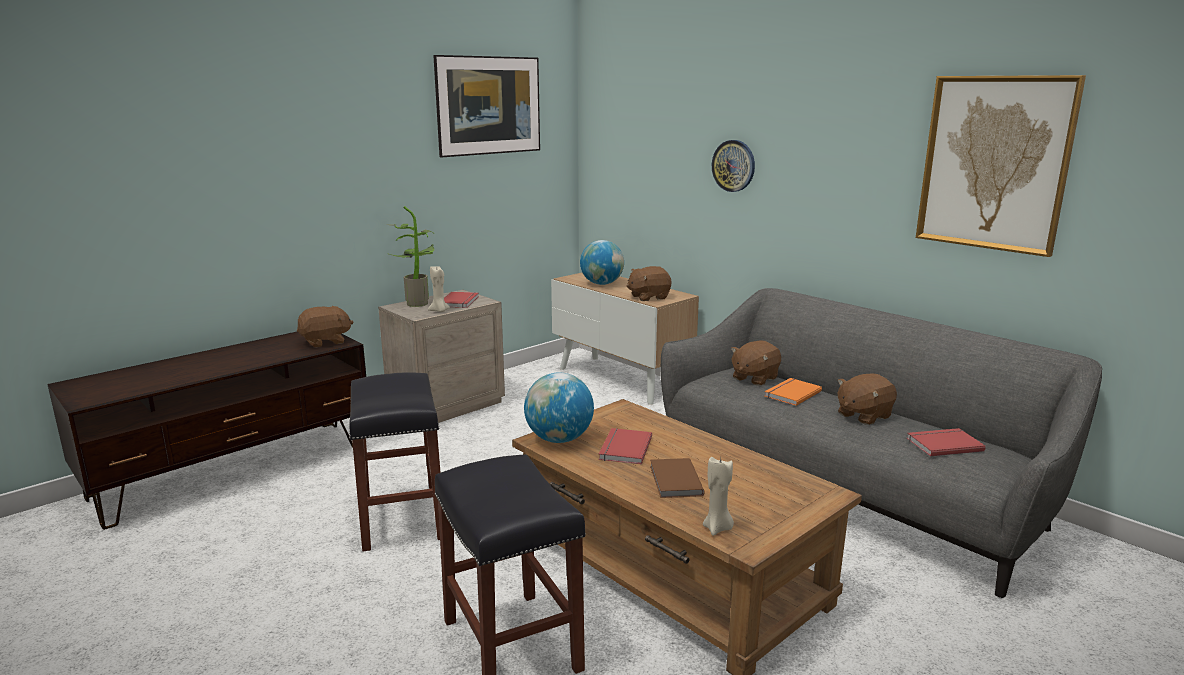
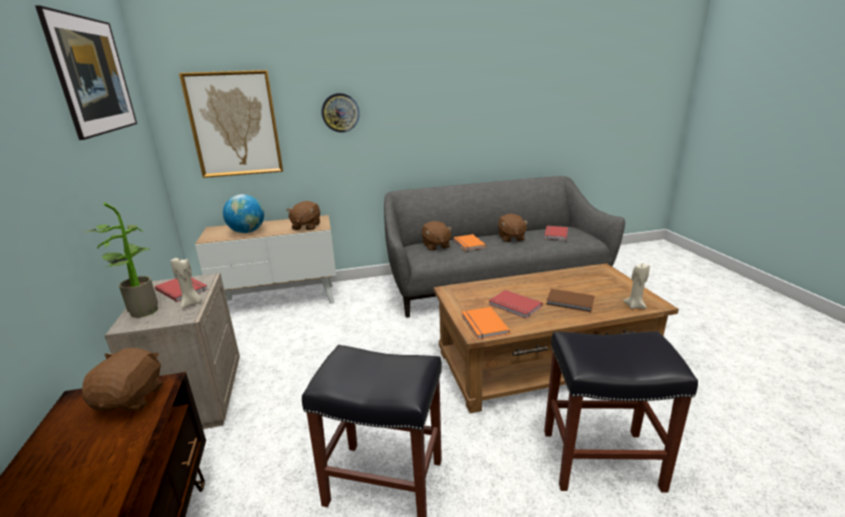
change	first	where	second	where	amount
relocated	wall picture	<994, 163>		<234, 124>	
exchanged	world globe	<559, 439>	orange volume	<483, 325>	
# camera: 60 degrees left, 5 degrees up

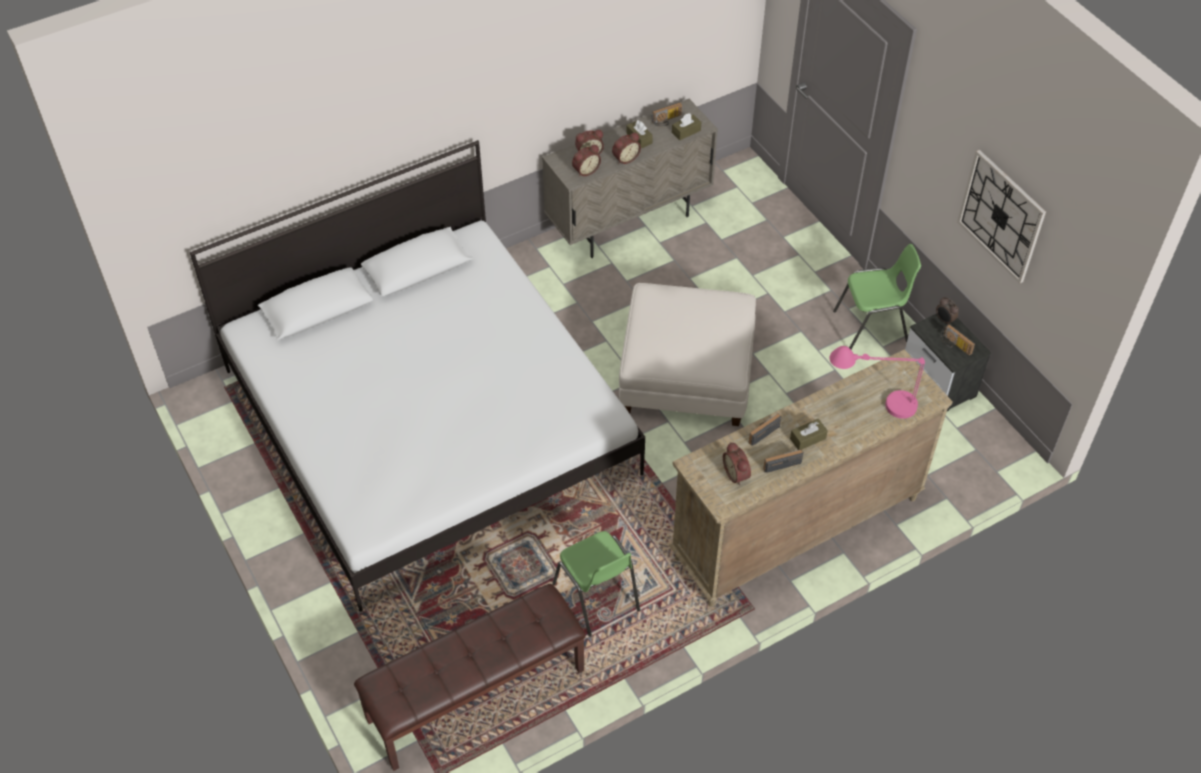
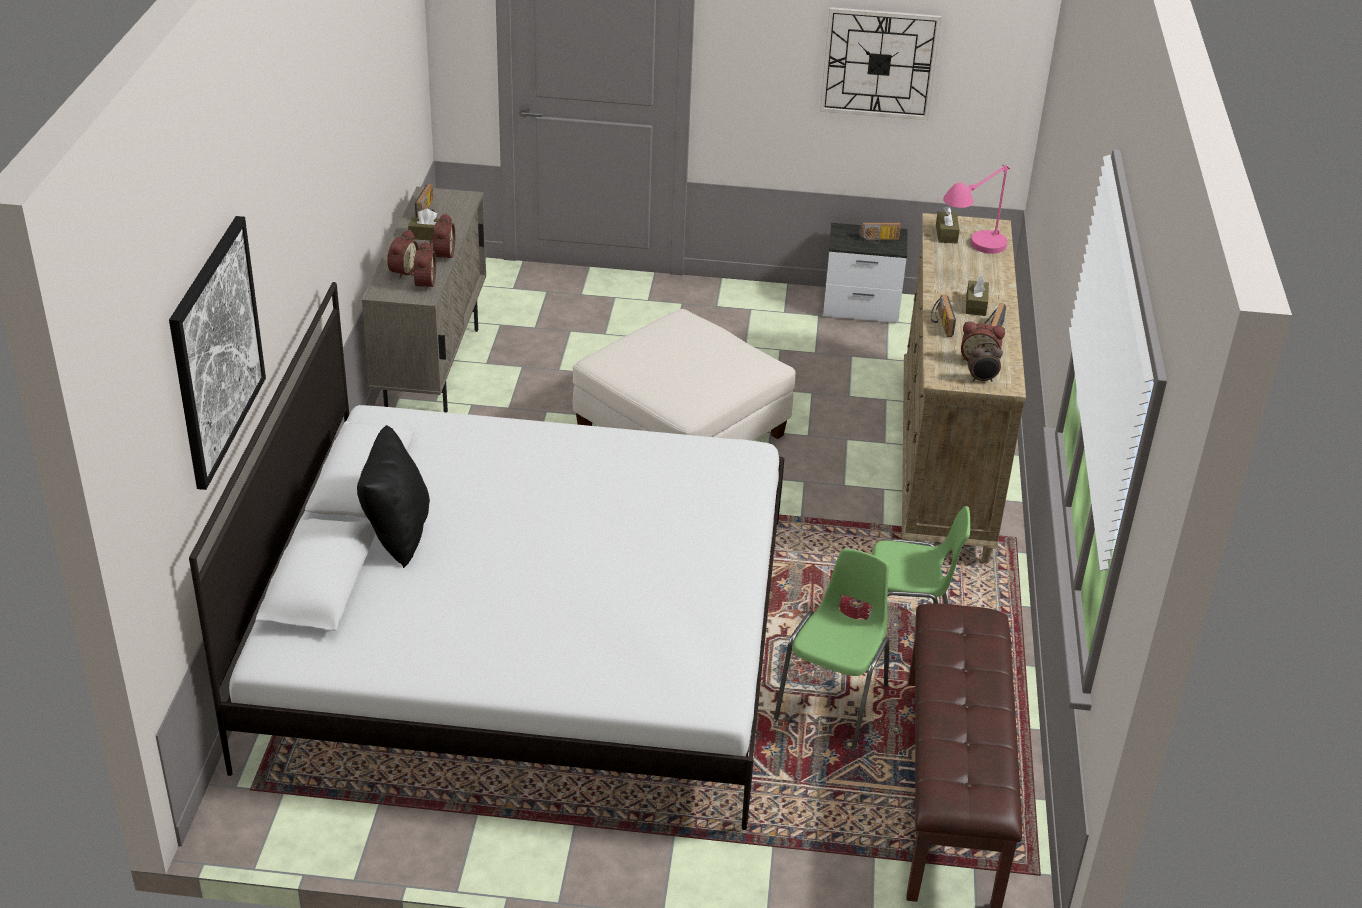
change	first	where	second	where	amount
relocated	brown-coloured box of tissues	<686, 131>		<946, 234>	
relocated	green plain chair	<871, 327>		<834, 702>	
relocated	alarm clock	<944, 320>		<982, 380>	
appeared			wall picture	<216, 350>	
appeared			blackish cushion	<397, 533>	
# camera: 55 degrees left, 15 degrees down

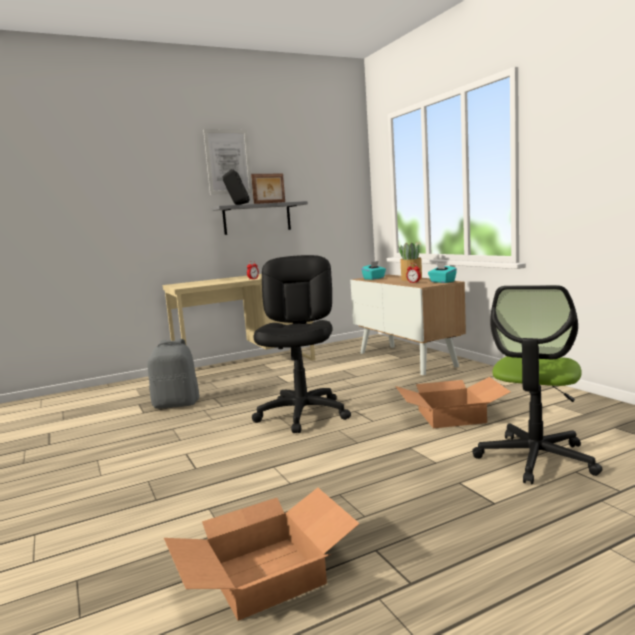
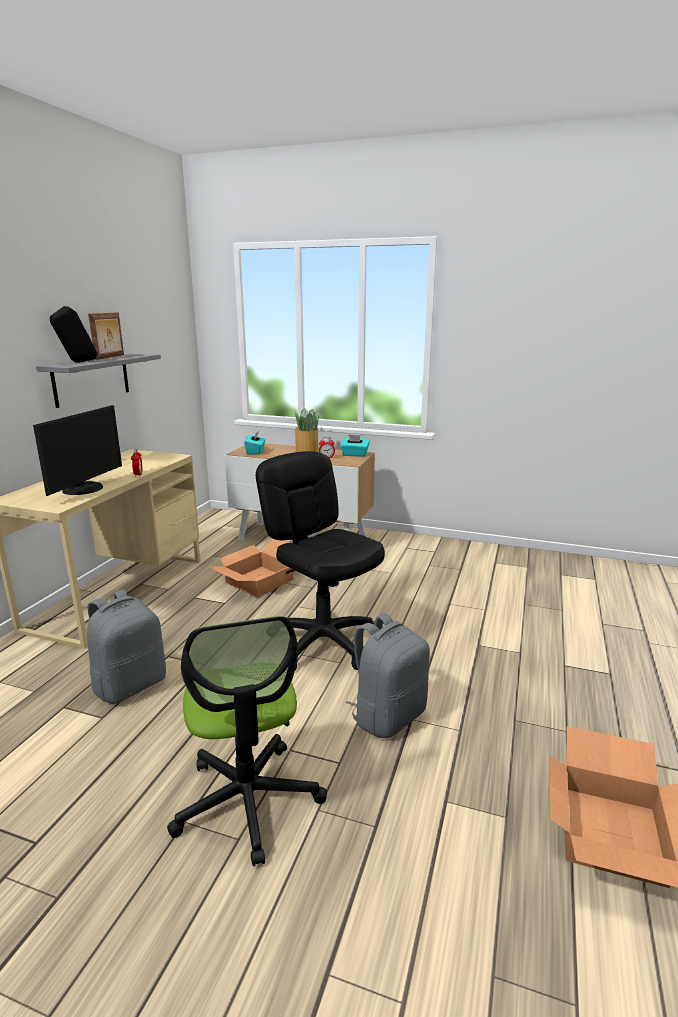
change	first	where	second	where	amount
missing	wall picture	<228, 161>			
relocated	computer chair	<535, 459>		<248, 800>	
relocated	cardboard box	<451, 415>		<259, 580>	
appeared			computer display	<84, 489>	
appeared			greyish knapsack	<388, 716>	
# camera: 45 degrees left, 10 degrees up

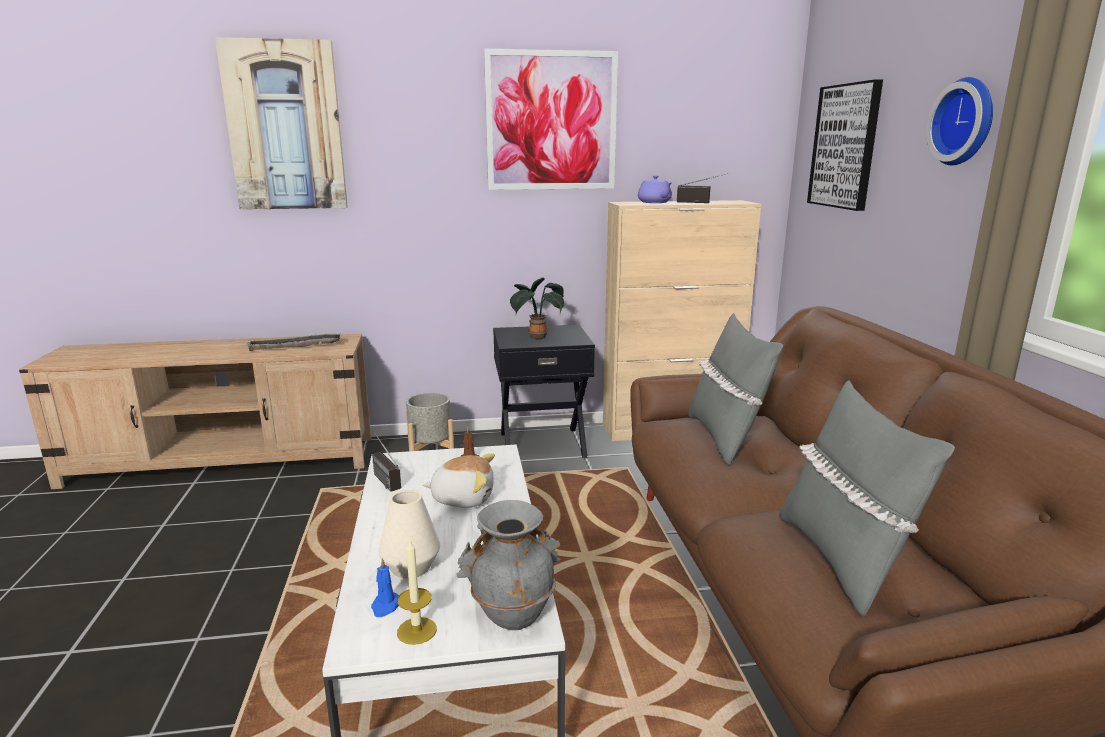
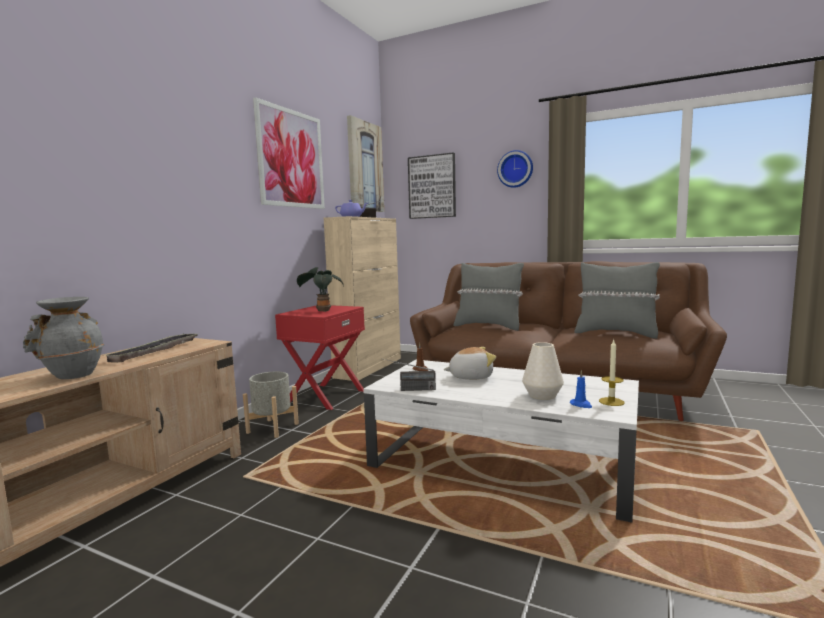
change	first	where	second	where	amount
relocated	wall picture	<285, 127>		<365, 167>	
colour	blackish bedside table	<542, 444>	red bedside table	<325, 396>	
spun	plush toy	<463, 498>		<470, 377>	45 degrees clockwise
relocated	greyish flower vase	<512, 614>		<72, 375>	
# camera: 55 degrees left, 10 degrees down

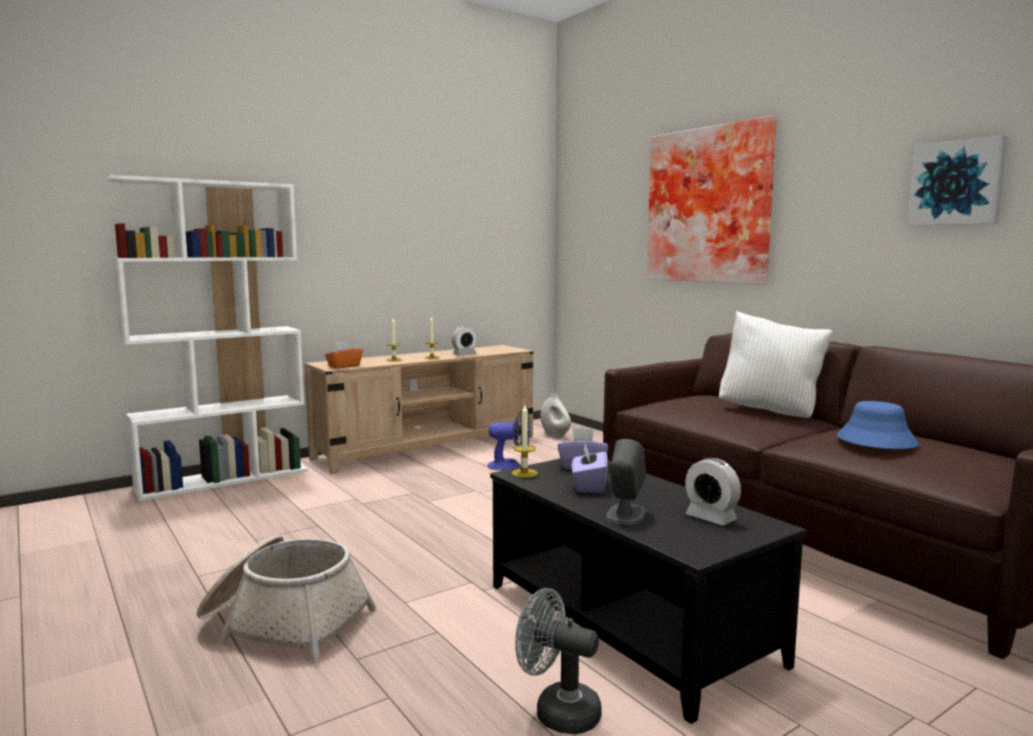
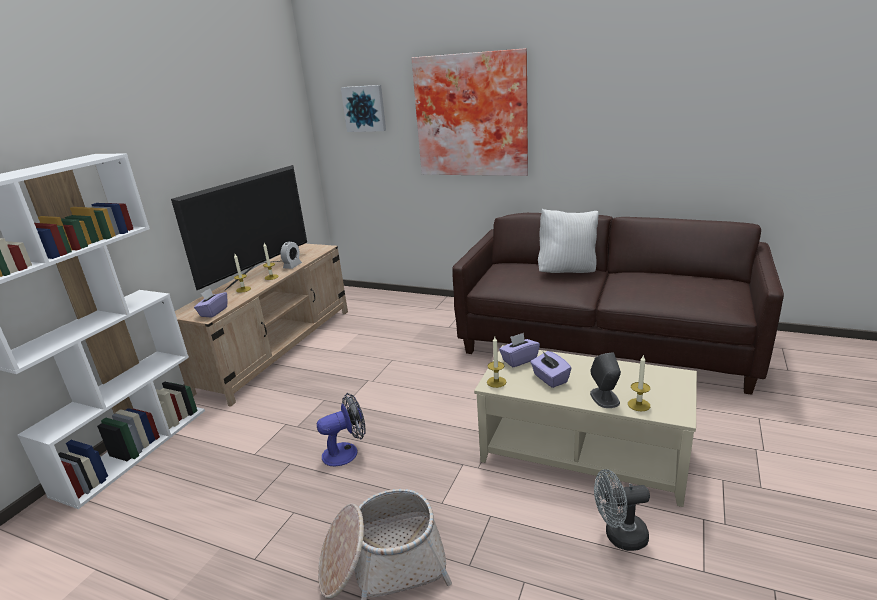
change	first	where	second	where	amount
relocated	wall picture	<957, 183>		<364, 108>	
colour	orange box of tissues	<344, 366>	purple-coloured box of tissues	<213, 312>	
missing	white-coloured flower vase	<555, 435>			
missing	blue wearable hat	<876, 441>			
relocated	electric fan	<510, 466>		<346, 452>	
missing	alarm clock	<711, 518>			
colour	blackish coffee table	<629, 622>	sand-coloured coffee table	<583, 451>	
appeared			TV set	<258, 274>	
appeared			wax candle	<638, 405>	
# camera: 30 degrees left, 15 degrees up

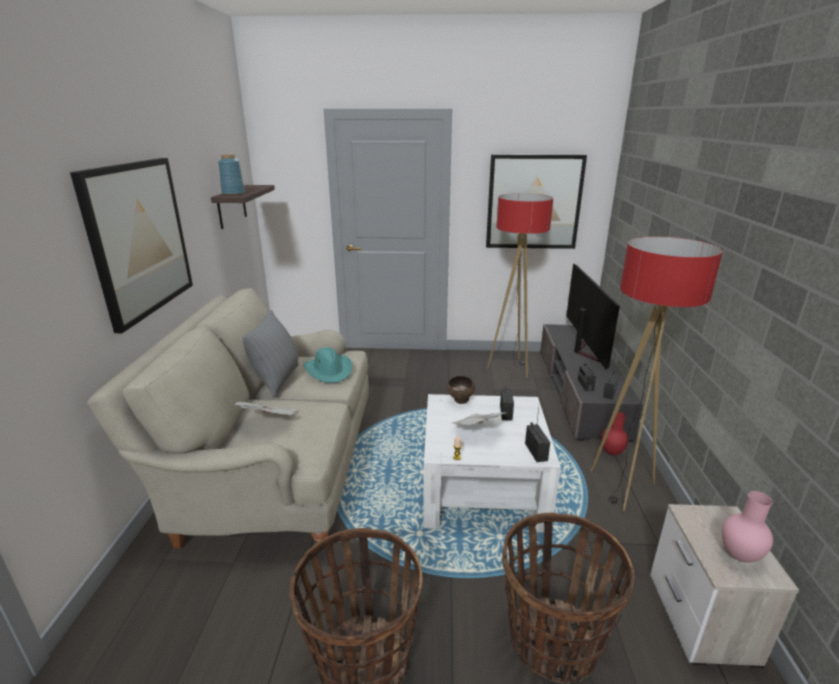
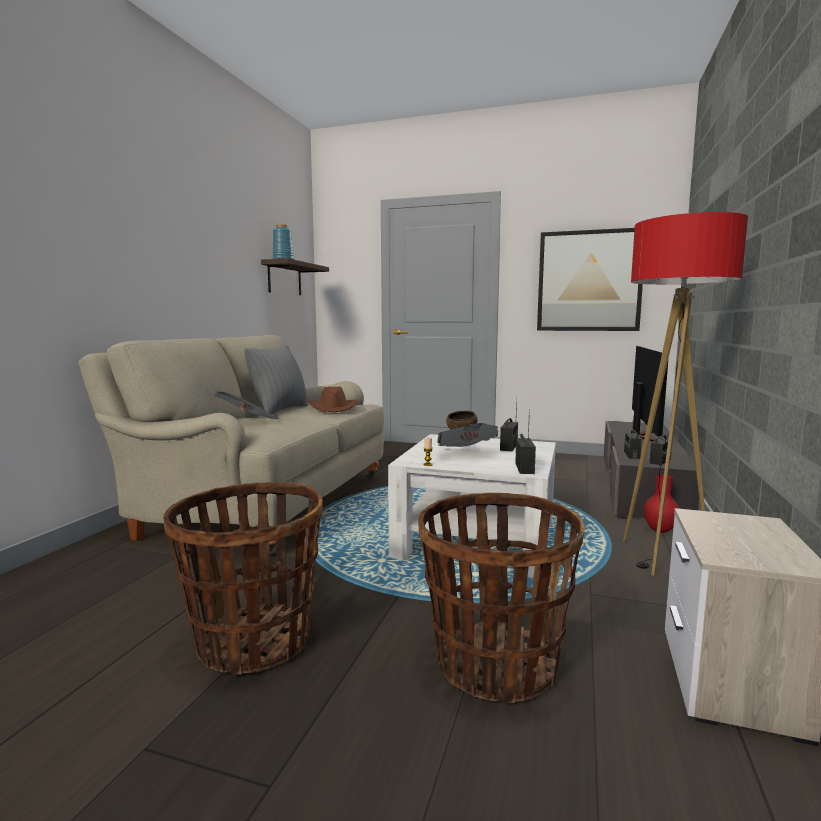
change	first	where	second	where	amount
missing	wall picture	<139, 239>			
missing	floor lamp	<511, 368>			
colour	blue-green wearable hat	<329, 370>	brown-coloured wearable hat	<333, 408>	
missing	pink flower vase	<738, 556>			
# camera: 15 degrees right, 15 degrees down

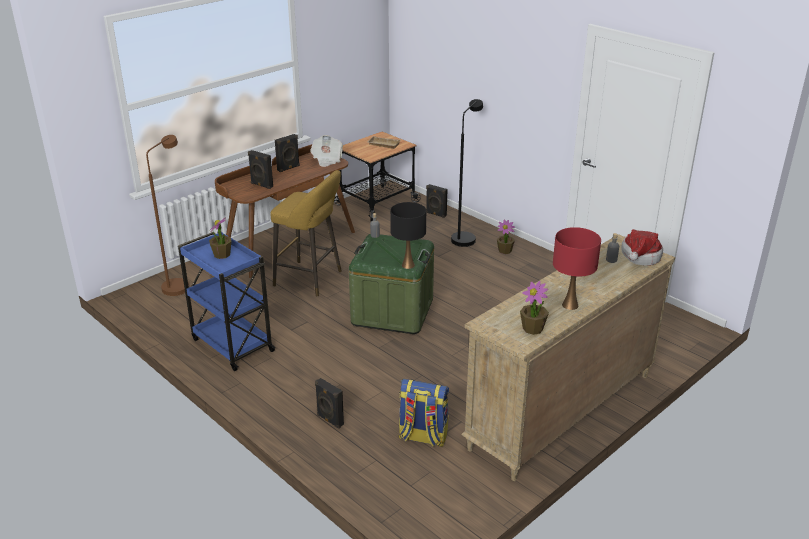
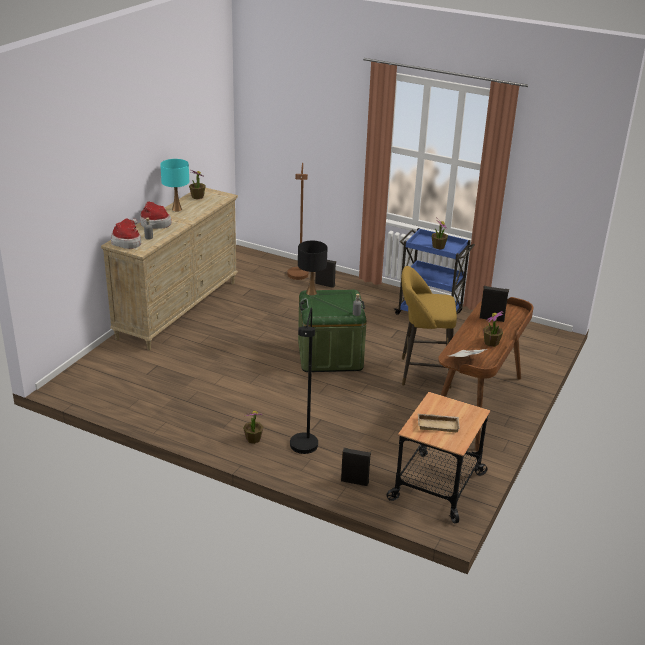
change	first	where	second	where	amount
exchanged	blackish loudspeaker	<288, 168>	plant in a pot	<491, 343>	
relocated	brown-coloured floor lamp	<179, 284>		<298, 277>	
colour	red tabletop lamp	<570, 305>	blue-green tabletop lamp	<177, 209>	
missing	knapsack	<422, 437>			
appeared			wearable hat	<154, 223>	
# camera: 160 degrees right, 0 degrees up

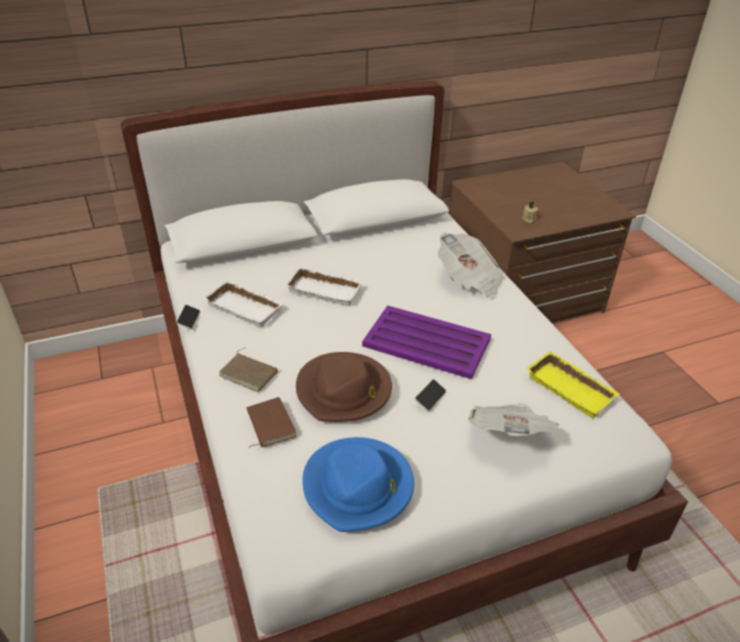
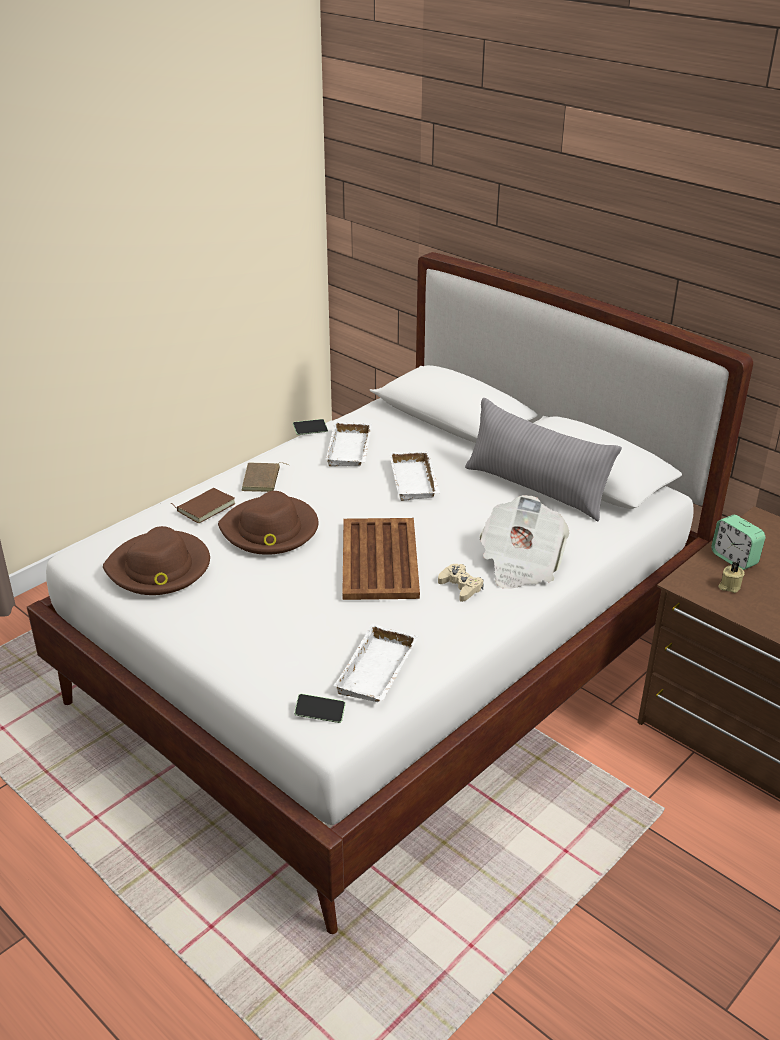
change	first	where	second	where	amount
colour	purple-coloured serving tray	<427, 343>	brown-coloured serving tray	<379, 560>	
colour	yellow-coloured serving tray	<572, 388>	white-coloured serving tray	<379, 672>	
relocated	phone	<430, 399>		<320, 713>	
missing	printed paper	<509, 435>			
colour	blue wearable hat	<358, 486>	brown-coloured wearable hat	<159, 568>	
appeared			greyish cushion	<536, 489>	
appeared			alarm clock	<734, 559>	
appeared			sand-coloured gamepad	<460, 587>	
# camera: 65 degrees right, 5 degrees down

